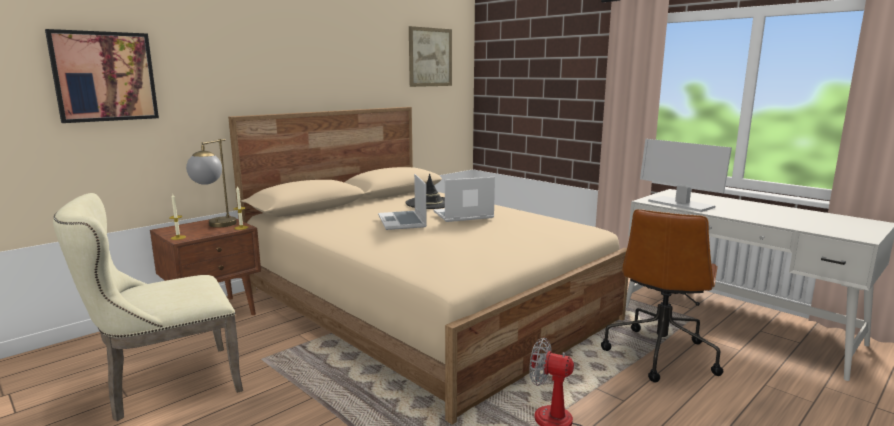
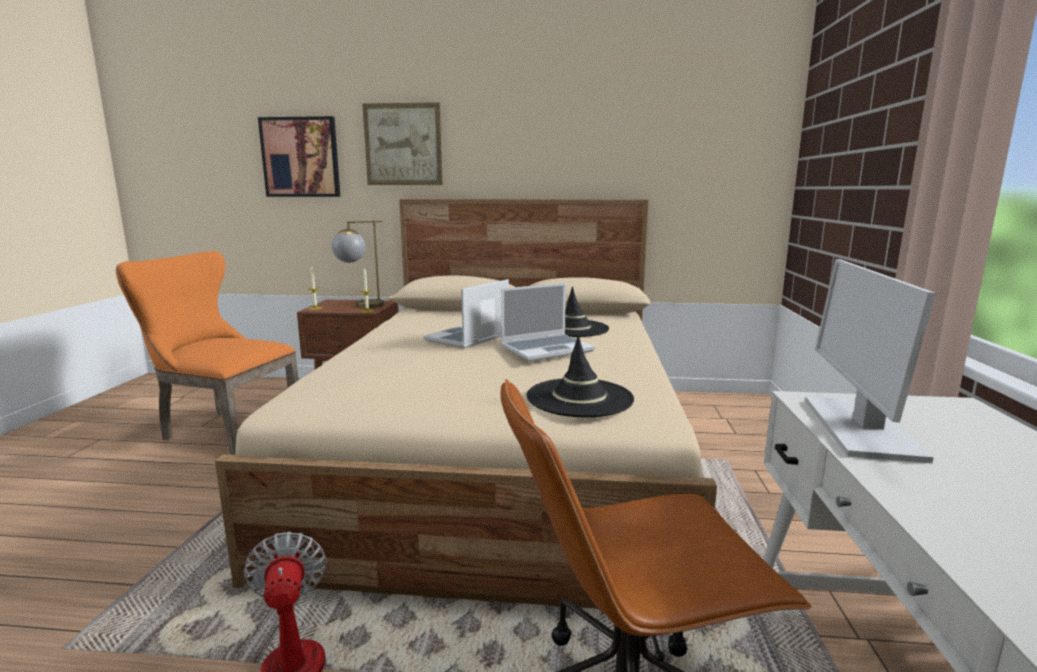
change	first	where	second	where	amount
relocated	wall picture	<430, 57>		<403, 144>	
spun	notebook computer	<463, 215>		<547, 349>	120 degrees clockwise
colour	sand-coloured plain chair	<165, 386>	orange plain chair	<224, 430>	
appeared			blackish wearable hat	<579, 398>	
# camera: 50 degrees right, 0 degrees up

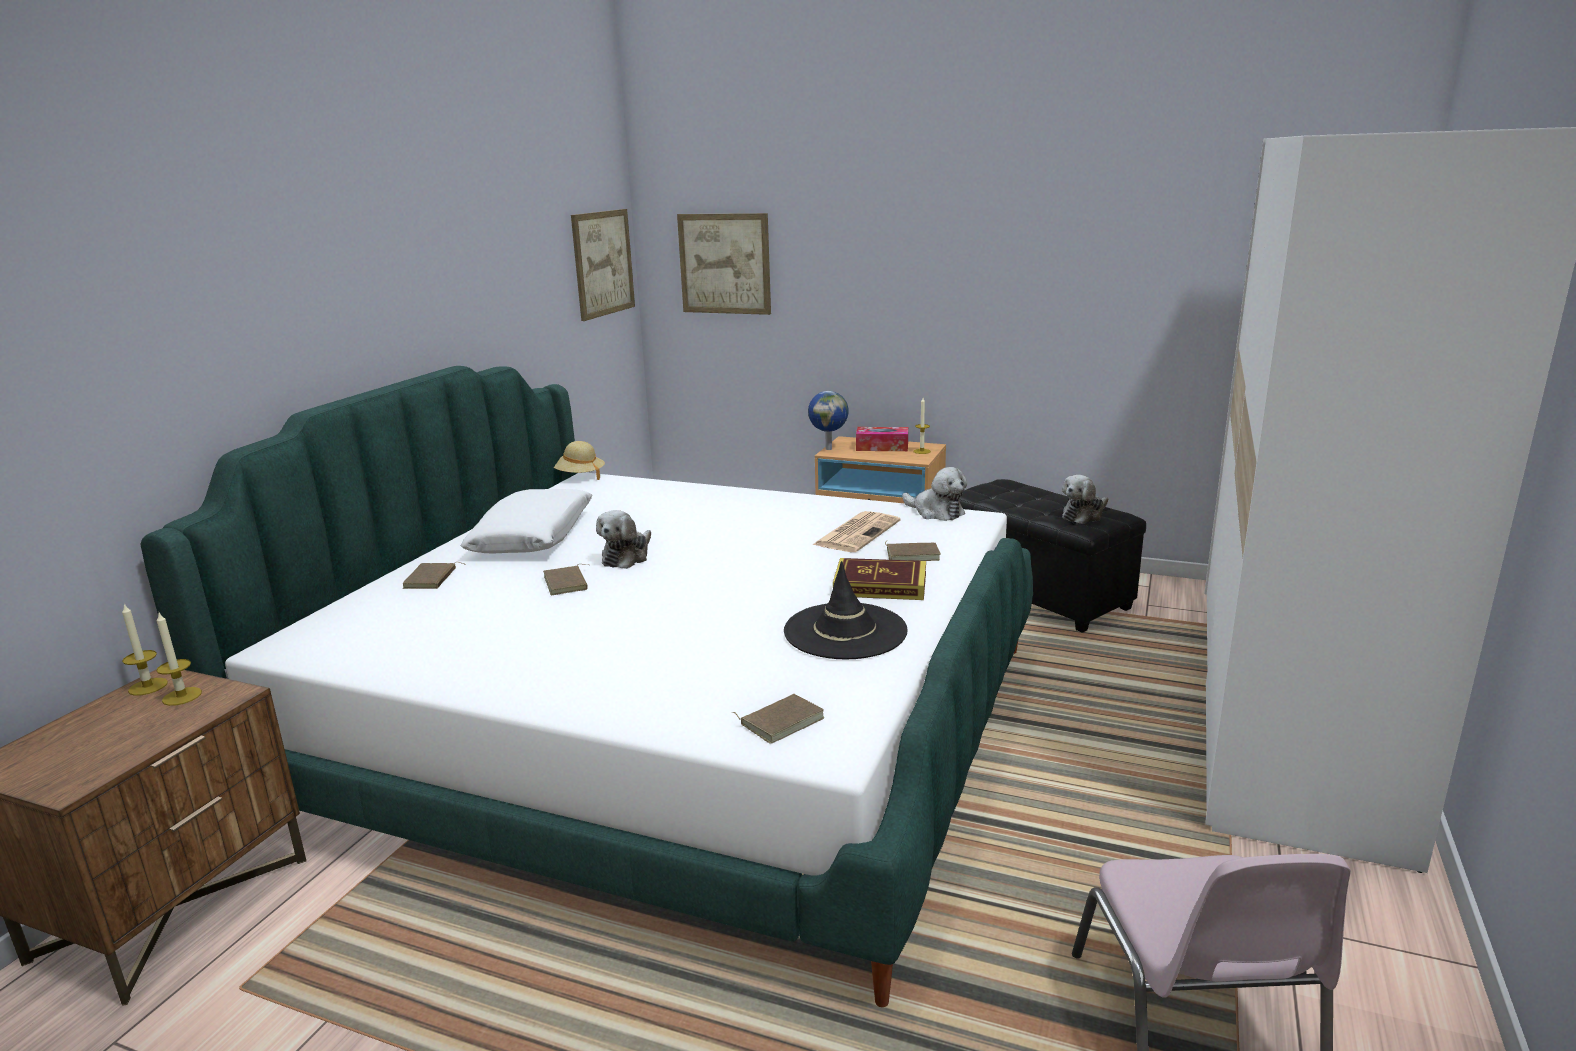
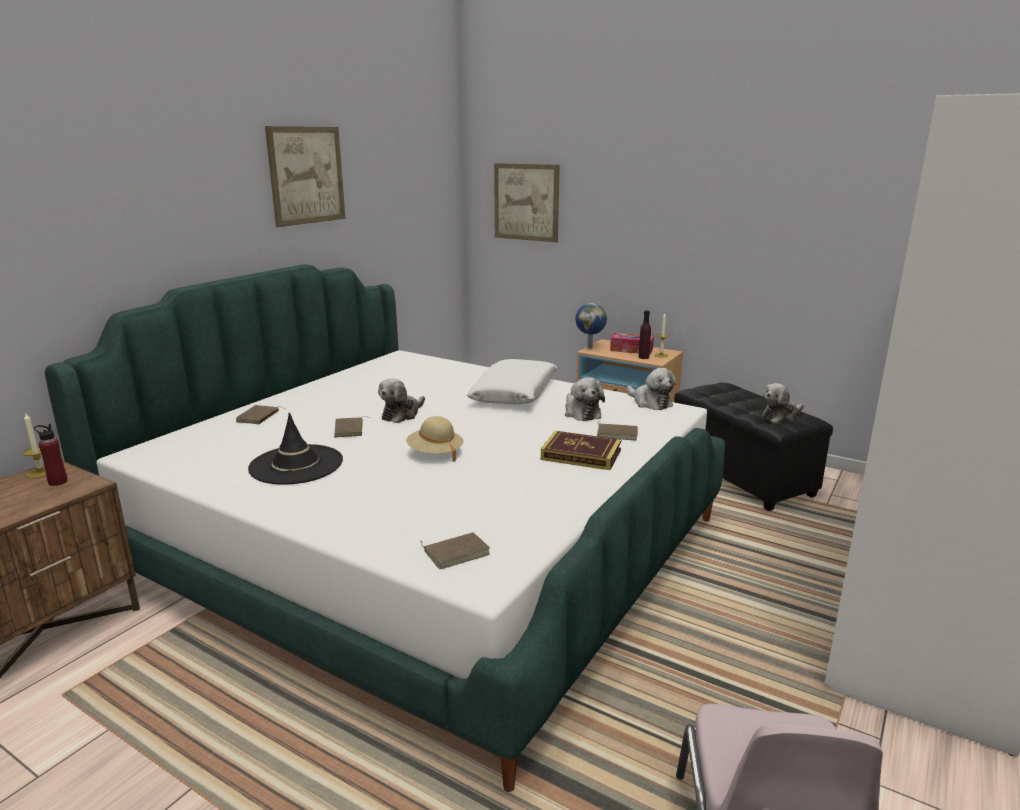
change	first	where	second	where	amount
relocated	wall picture	<603, 263>		<306, 175>	
relocated	sand-coloured wearable hat	<579, 476>		<435, 453>	
relocated	white-coloured cushion	<533, 536>		<514, 393>	
exchanged	printed paper	<857, 533>	plush toy	<581, 413>	
relocated	blackish wearable hat	<845, 632>		<296, 465>	
exchanged	wax candle	<182, 696>	red beverage bottle	<58, 482>	
appeared			purple-coloured beverage bottle	<643, 357>	
# camera: 10 degrees right, 0 degrees up

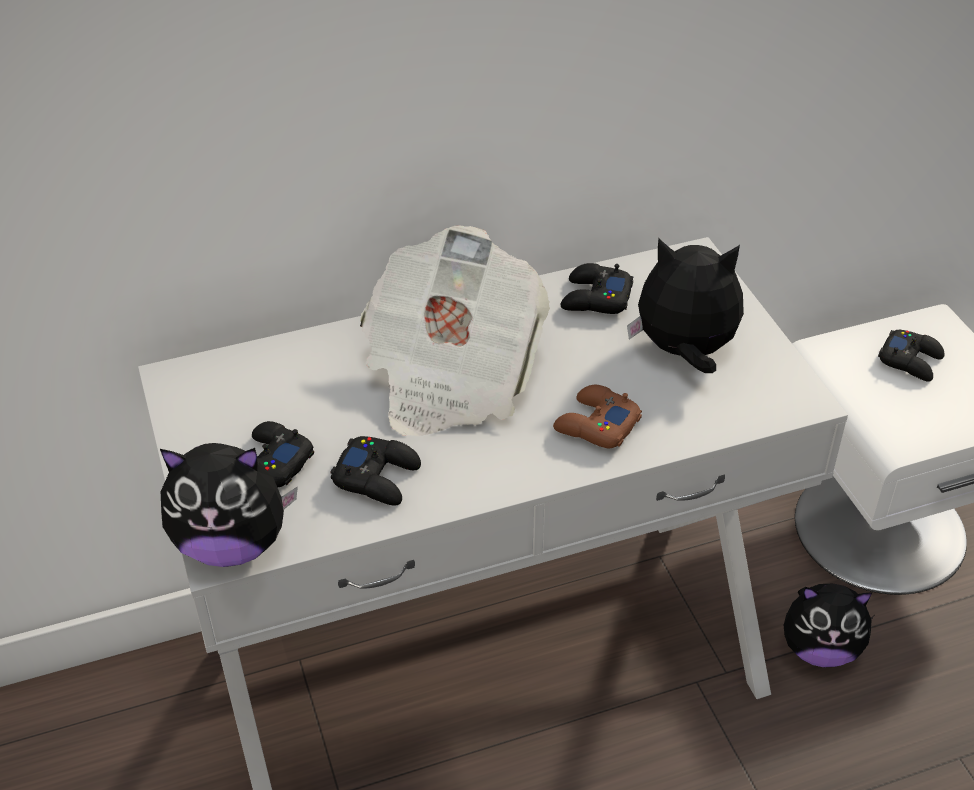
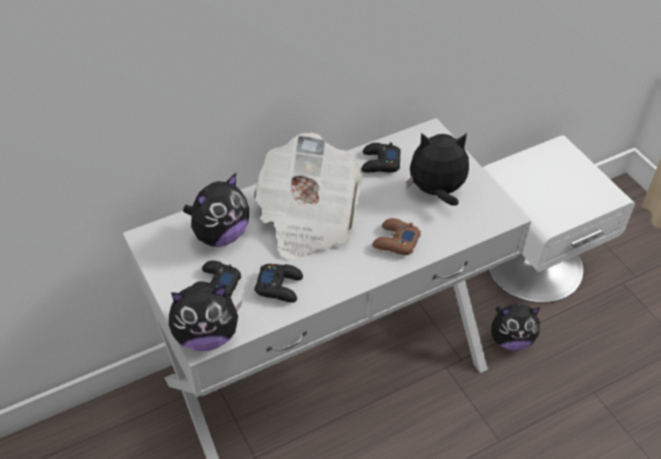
change	first	where	second	where	amount
missing	blackish gamepad	<911, 360>			
appeared			plush toy	<220, 235>	
# camera: 10 degrees left, 5 degrees up

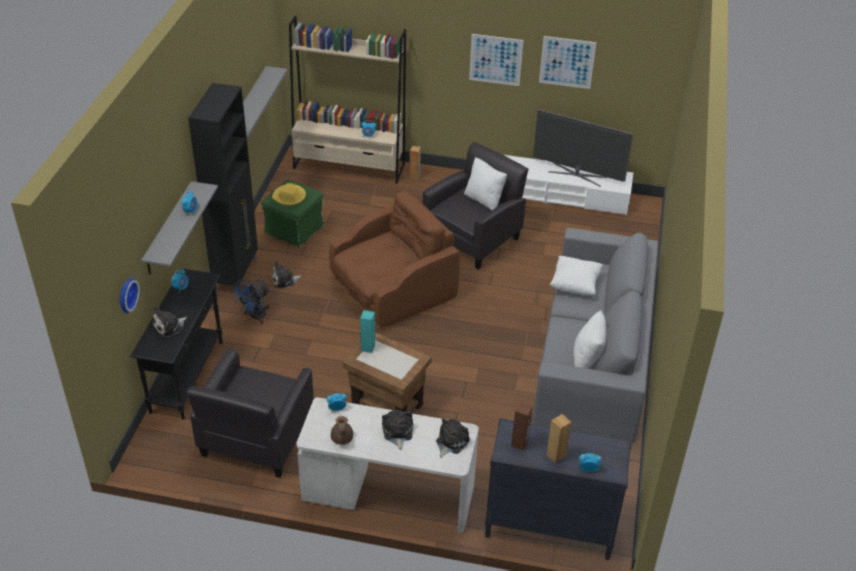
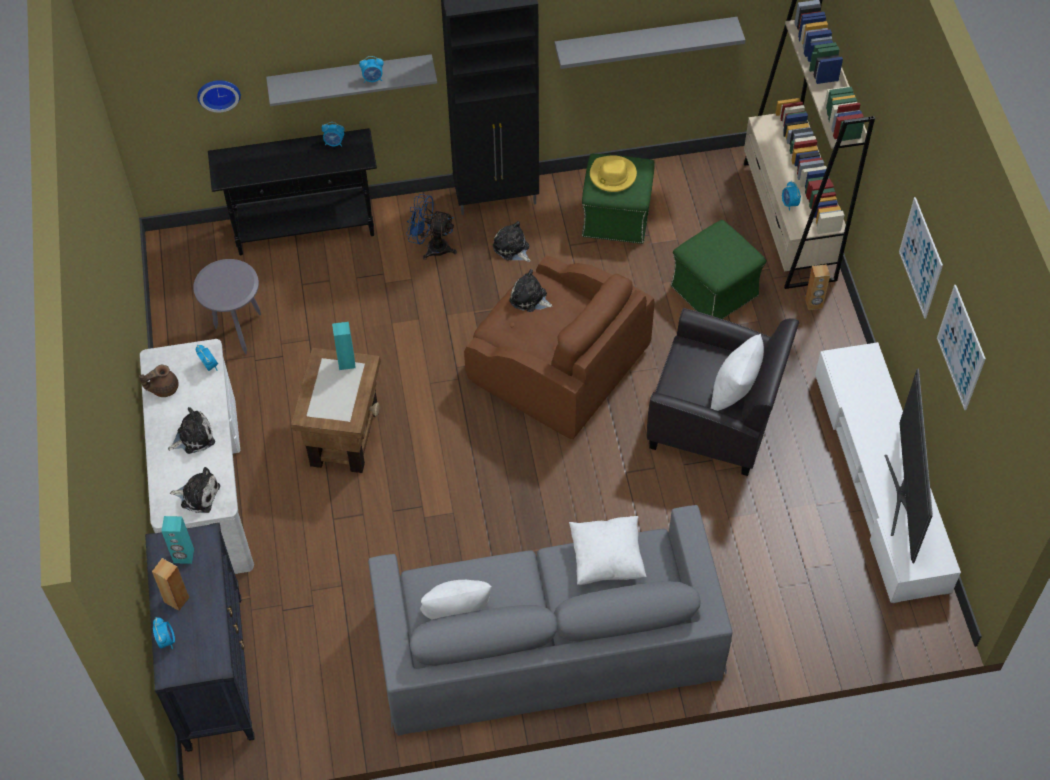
change	first	where	second	where	amount
relocated	plush toy	<169, 327>		<530, 299>	
exchanged	blackish easy chair	<256, 439>	greyish side table	<238, 331>	
colour	brown-coloured loudspeaker	<520, 443>	blue-green loudspeaker	<183, 556>	
appeared			green footrest	<715, 291>	
# camera: 70 degrees right, 15 degrees up

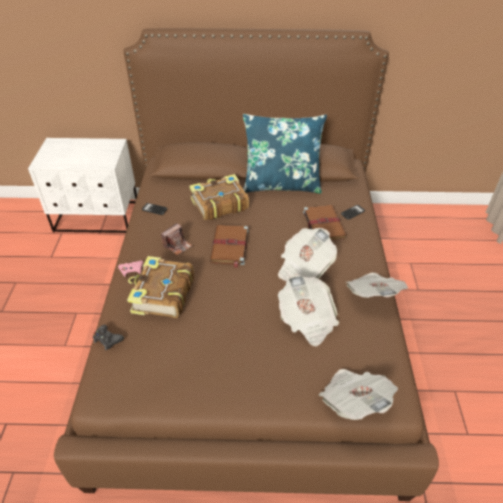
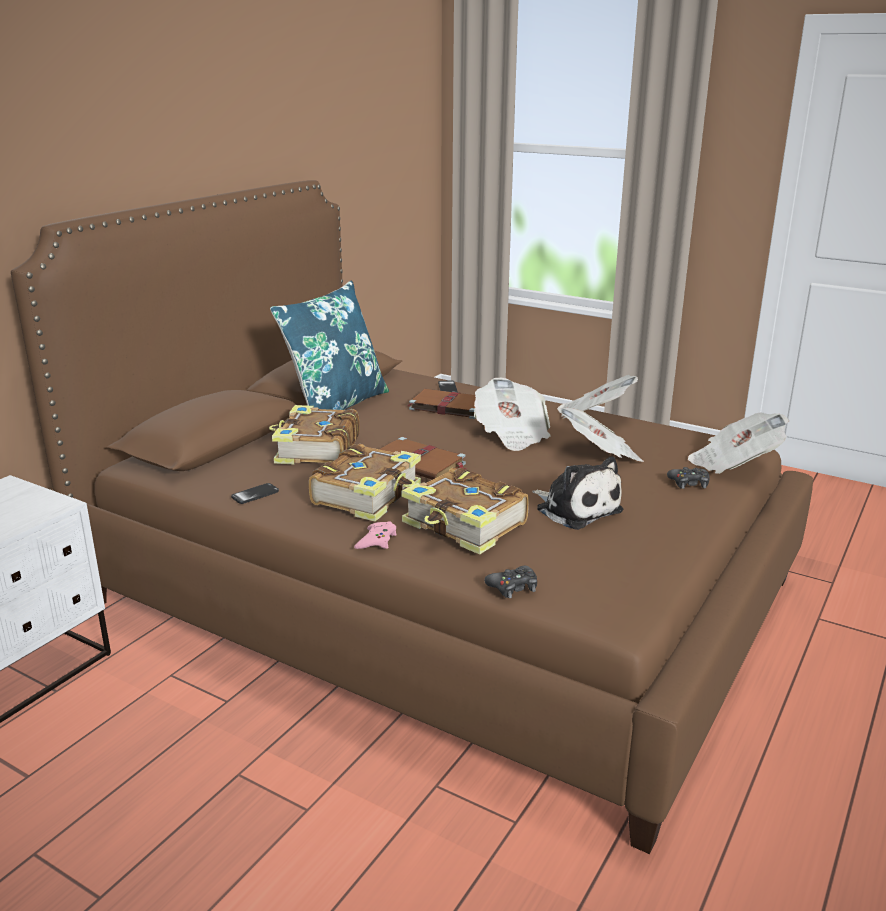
change	first	where	second	where	amount
exchanged	still camera	<177, 245>	volume	<368, 495>	
appeared			plush toy	<576, 509>	
appeared			blackish gamepad	<689, 483>	
# camera: 60 degrees left, 20 degrees down

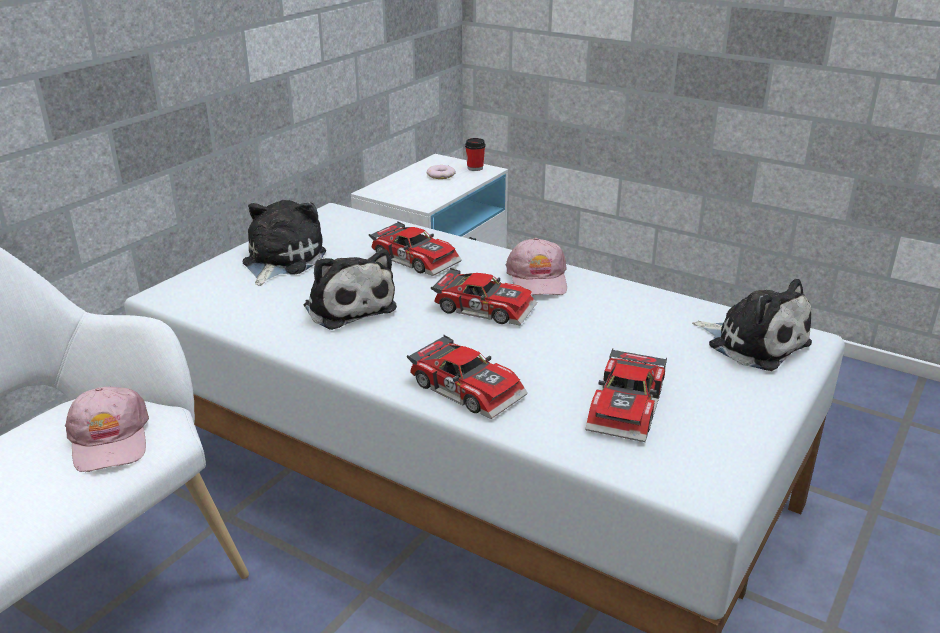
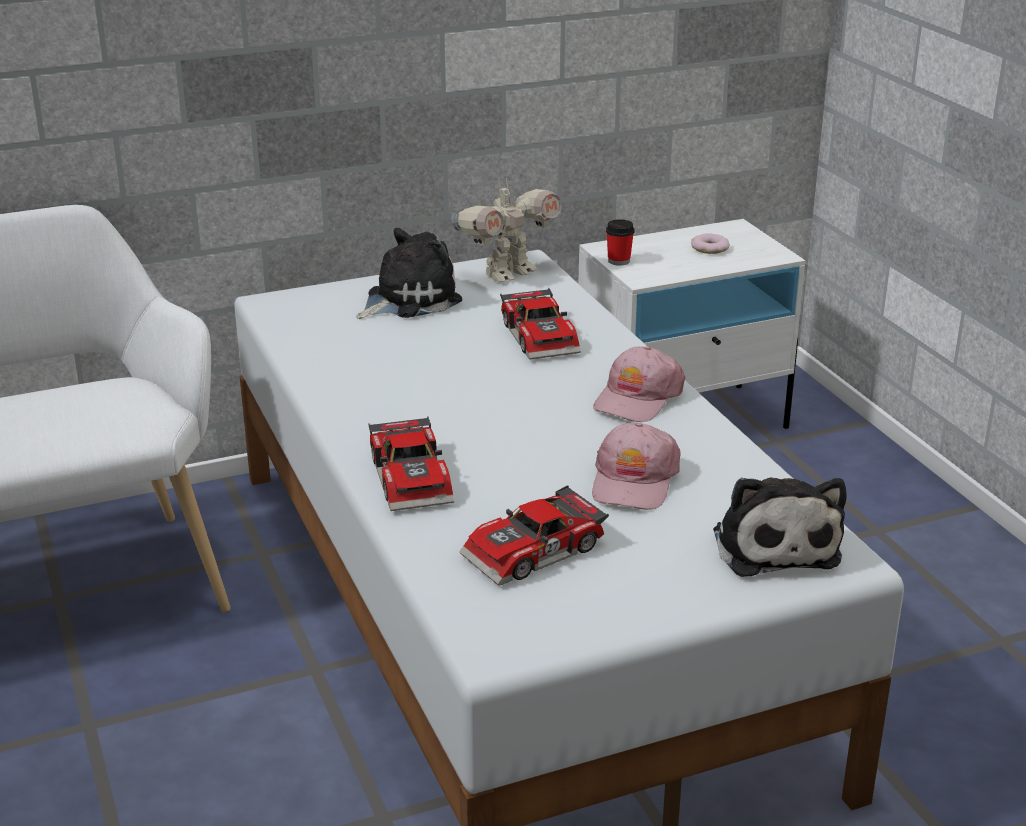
change	first	where	second	where	amount
relocated	drinking cup	<475, 168>		<619, 261>	
missing	plush toy	<348, 306>			
missing	toy car	<485, 307>			
relocated	pink cap	<110, 440>		<634, 480>	
appeared			robot figure	<507, 273>	
# camera: 35 degrees right, 0 degrees up

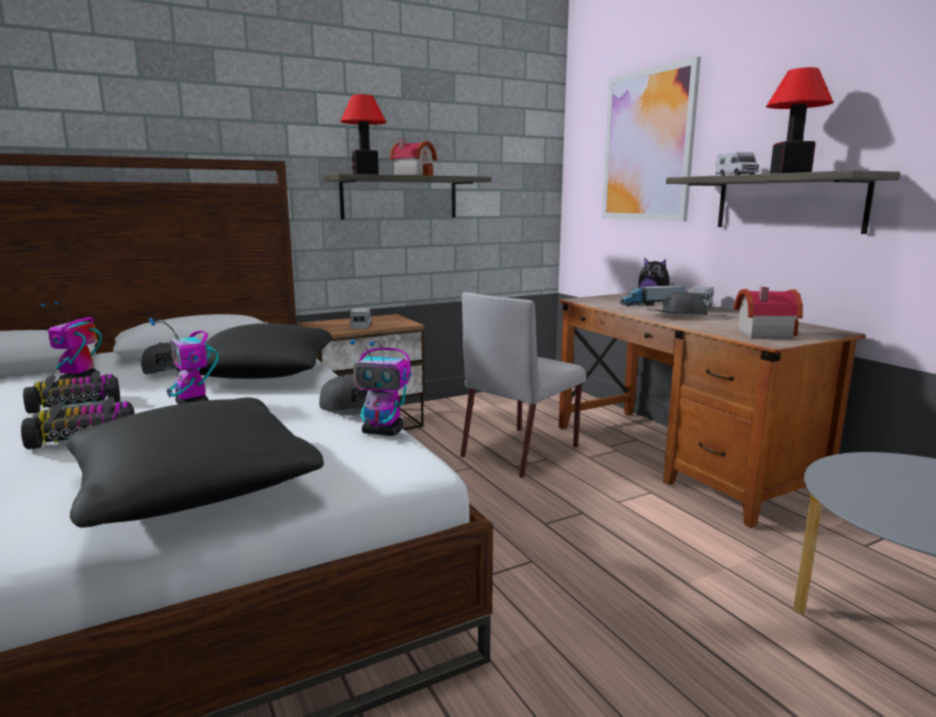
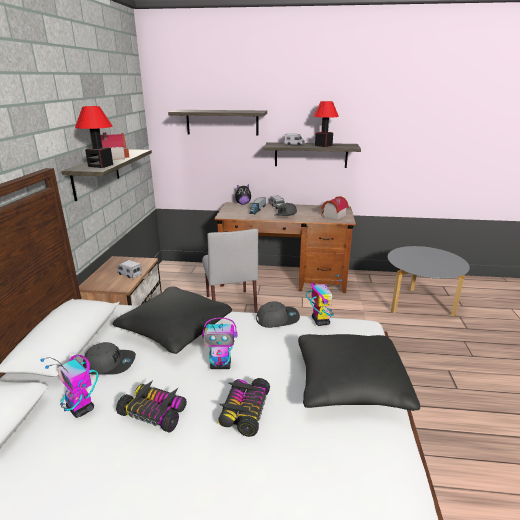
change	first	where	second	where	amount
exchanged	wall picture	<647, 146>	bracket shelf	<222, 122>	
spun	robot figure	<383, 432>		<320, 321>	60 degrees counterclockwise
spun	toy car	<76, 403>		<155, 412>	105 degrees clockwise
# camera: 55 degrees left, 10 degrees up

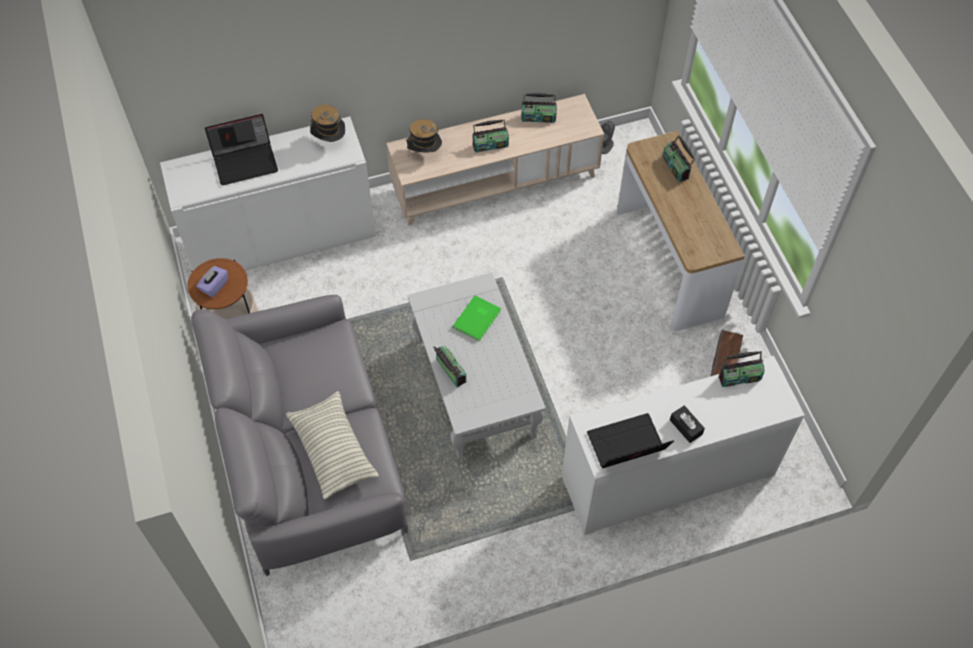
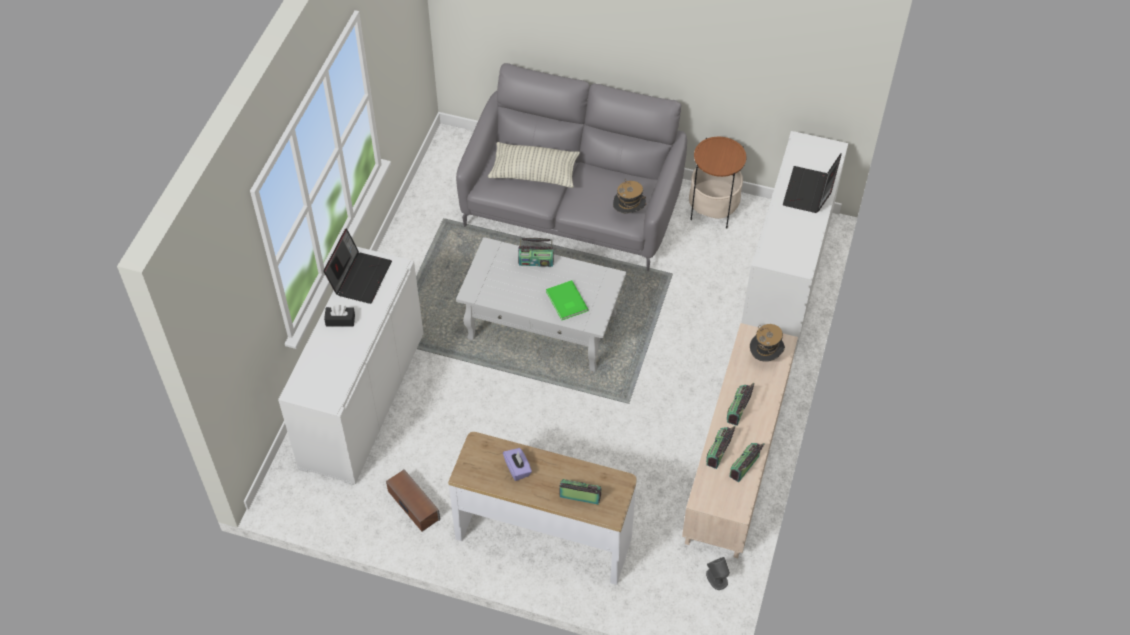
change	first	where	second	where	amount
relocated	wearable hat	<329, 141>		<628, 213>	
relocated	purple-coloured box of tissues	<214, 286>		<517, 469>	
relocated	radio receiver	<739, 377>		<719, 452>	
# camera: 125 degrees right, 5 degrees down

